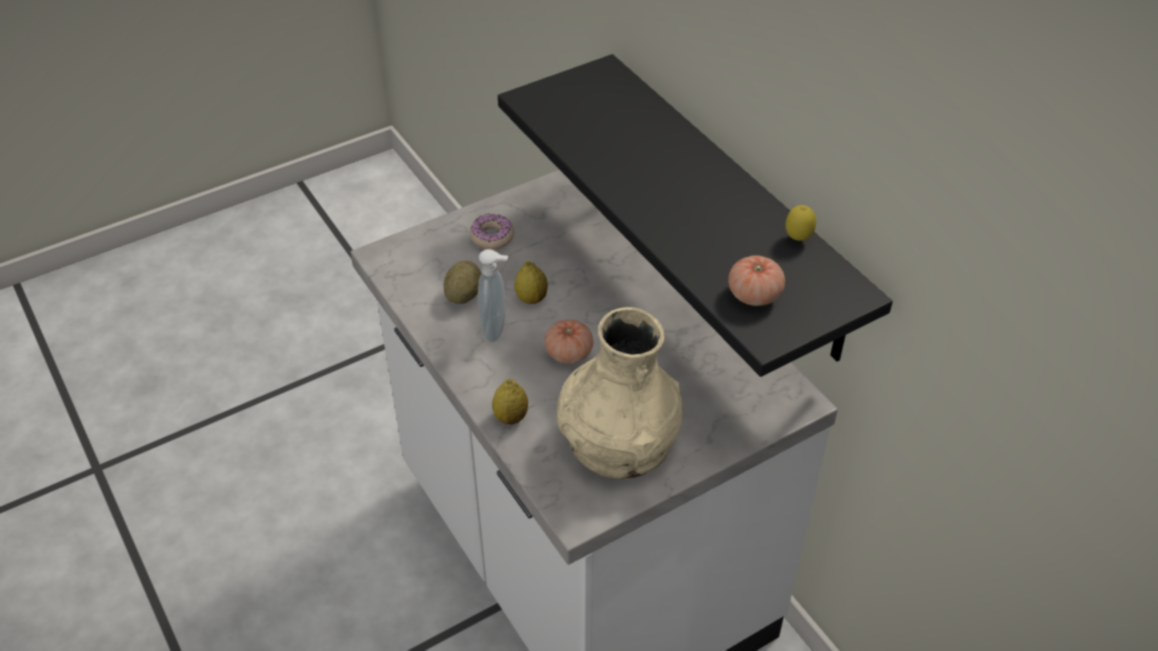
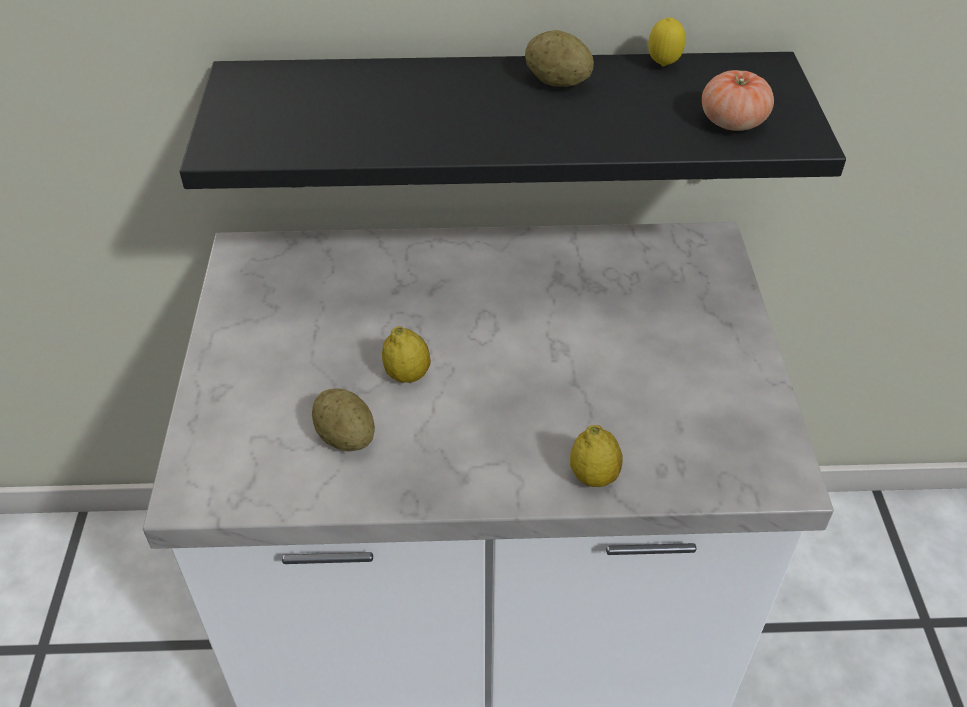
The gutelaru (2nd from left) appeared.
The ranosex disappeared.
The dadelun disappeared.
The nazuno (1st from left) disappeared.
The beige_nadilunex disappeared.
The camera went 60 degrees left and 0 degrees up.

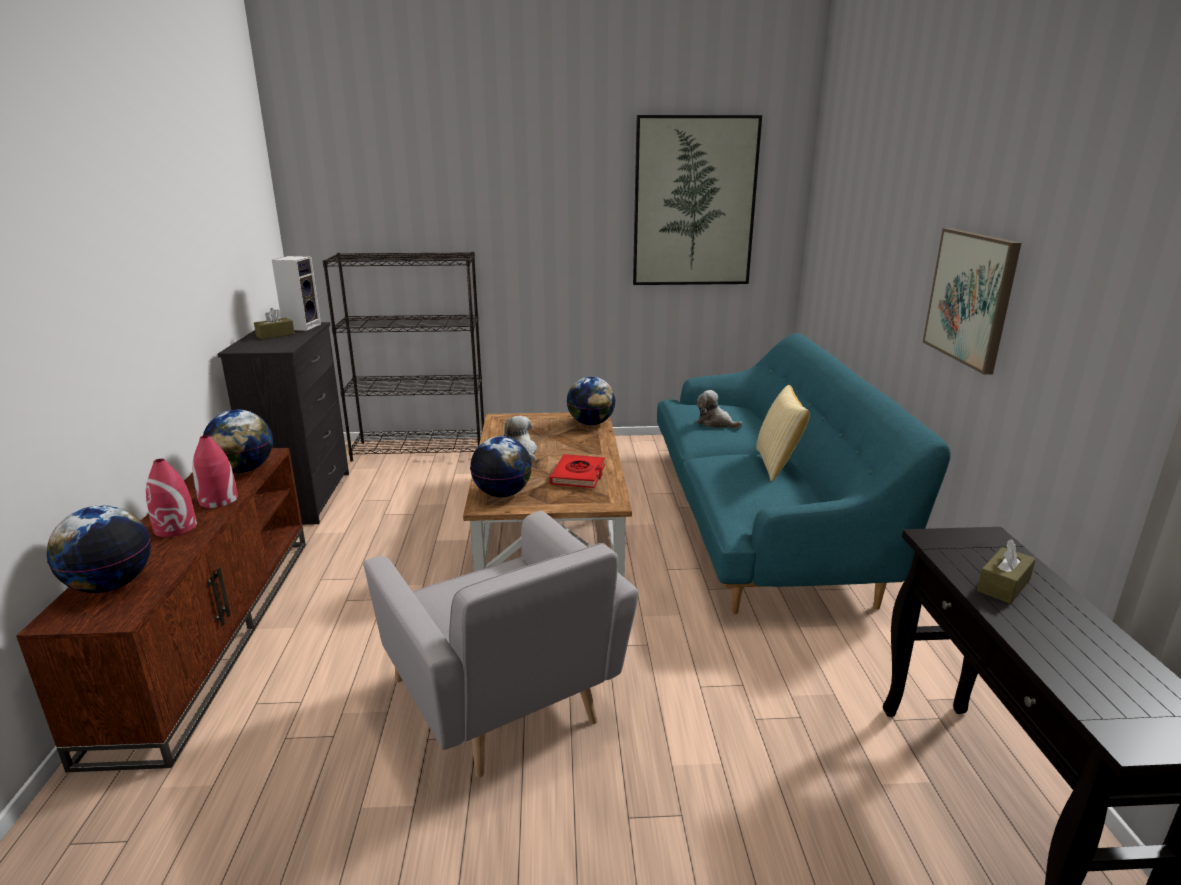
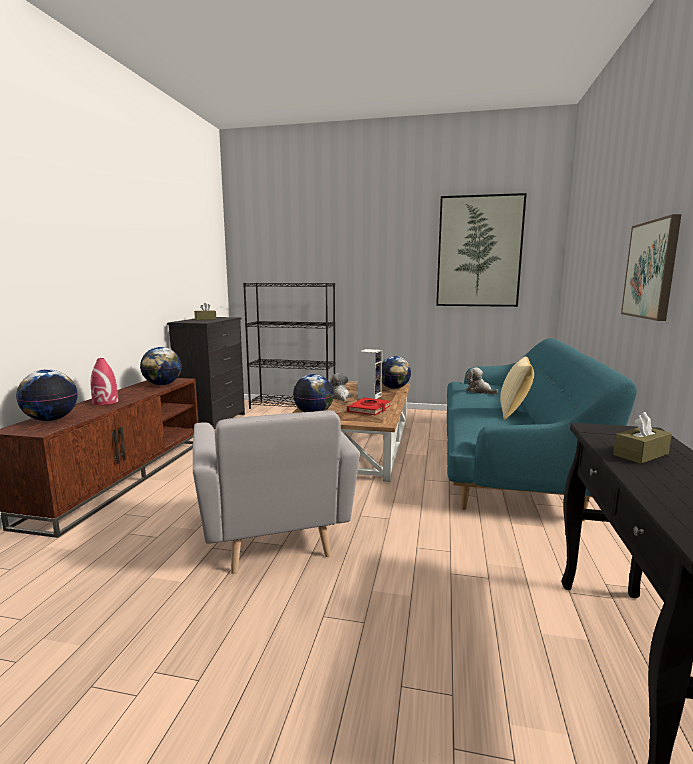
The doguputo moved.
The red_nadilunex (2nd from left) disappeared.
The camera went 15 degrees right and 10 degrees down.

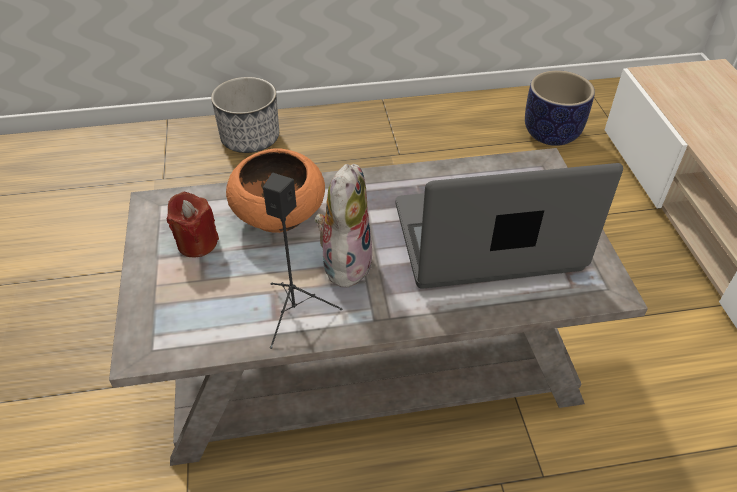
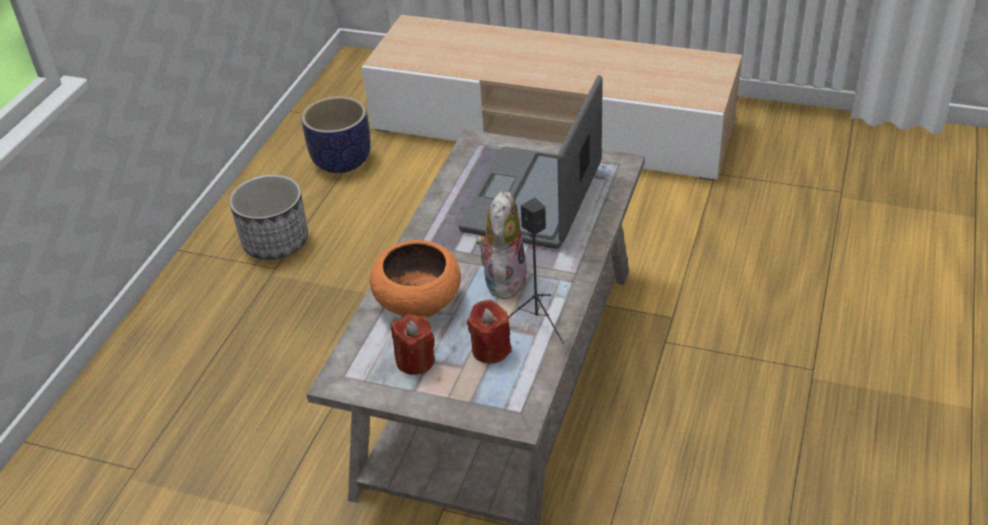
The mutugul (1st from left) moved.
The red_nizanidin (2nd from left) appeared.
The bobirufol turned 60 degrees clockwise.
The camera went 60 degrees left and 5 degrees down.

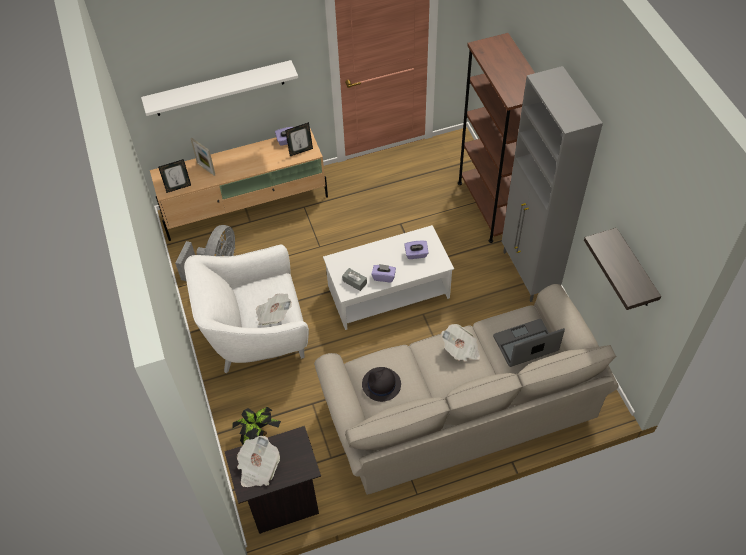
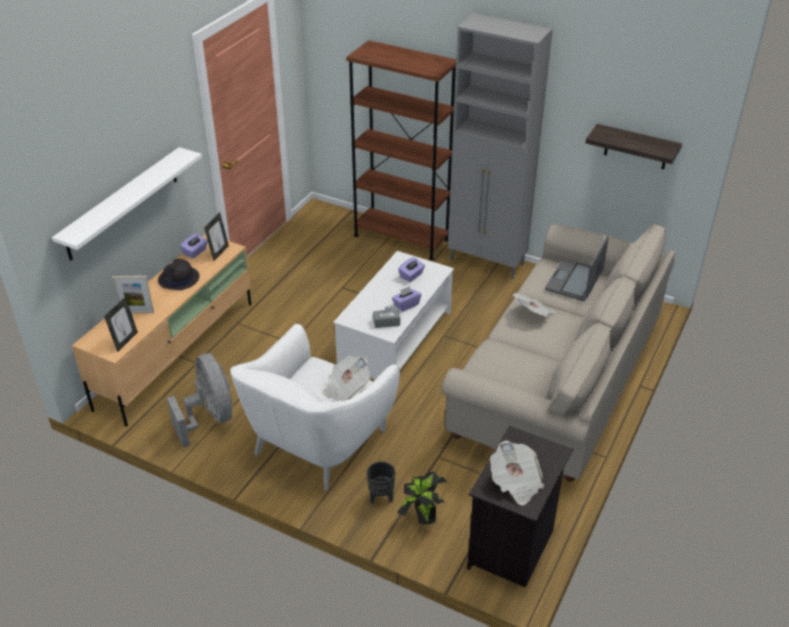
The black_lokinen moved.
The black_mutugul appeared.
The camera went 45 degrees left and 15 degrees down.

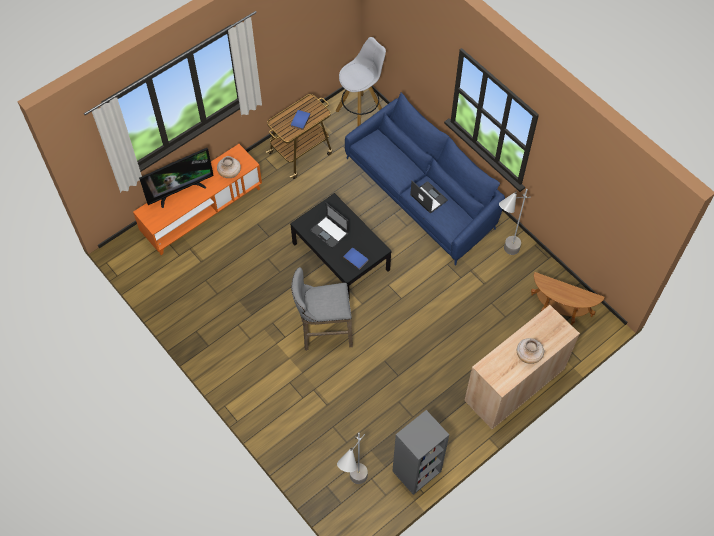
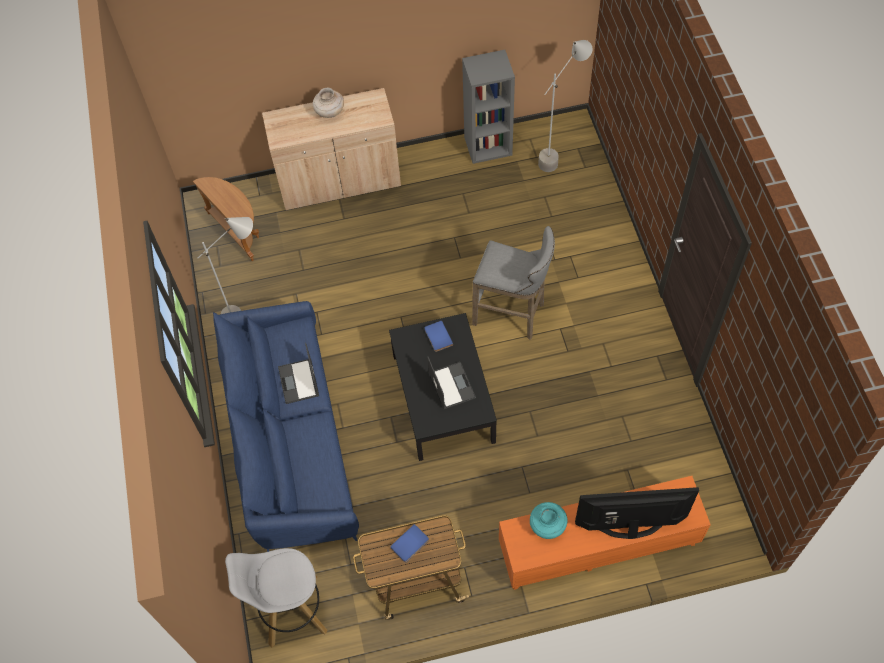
The beige_nadilunex (1st from left) became the turquoise_nadilunex.
The camera went 150 degrees left and 0 degrees up.

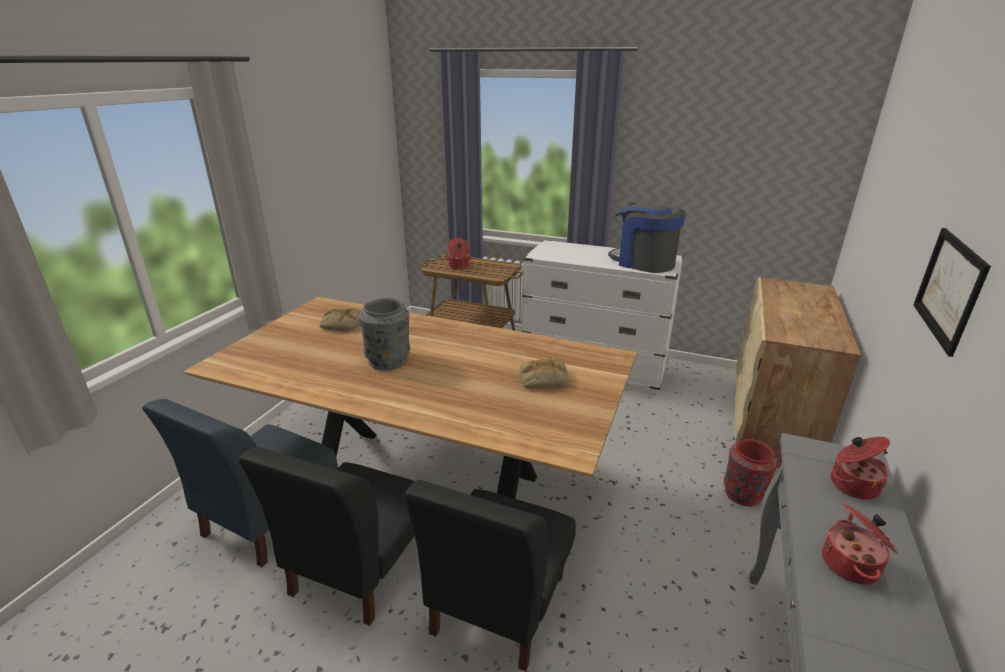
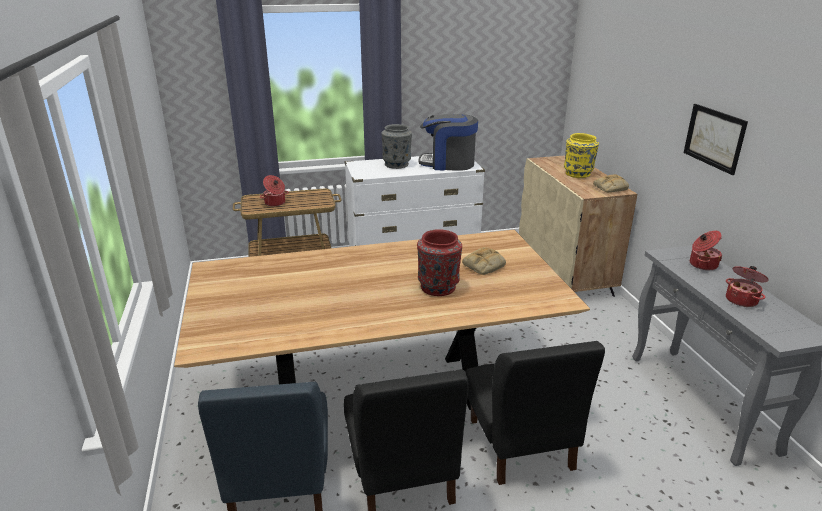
The grey_nadilunex moved.
The red_nadilunex moved.
The yellow_nadilunex appeared.
The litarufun (1st from left in the first image) moved.
The camera went 35 degrees left and 0 degrees up.

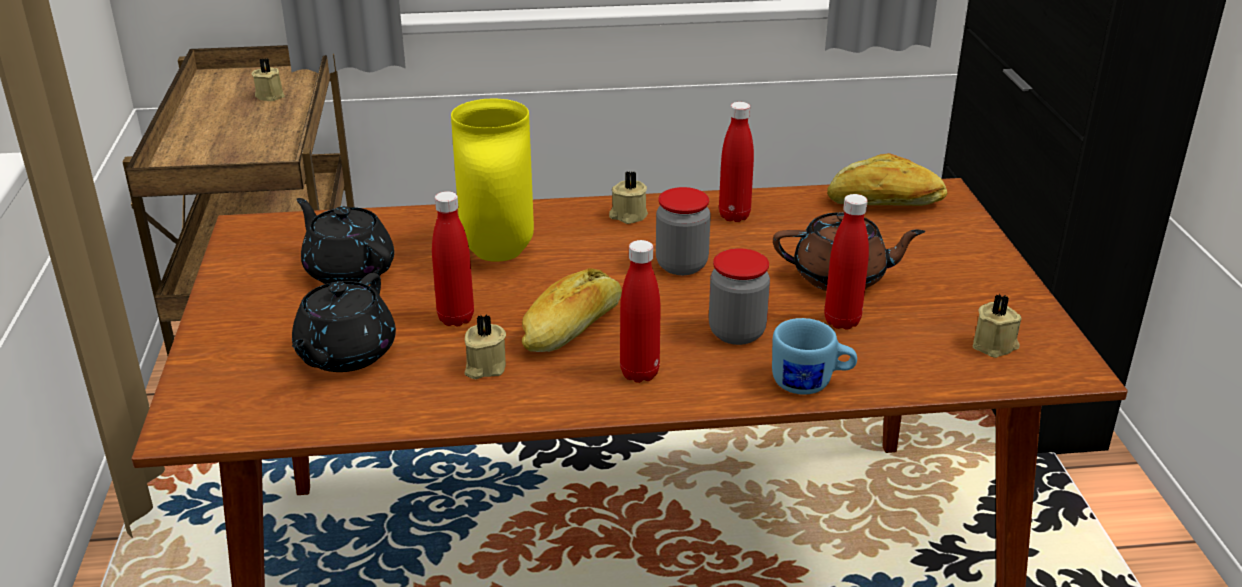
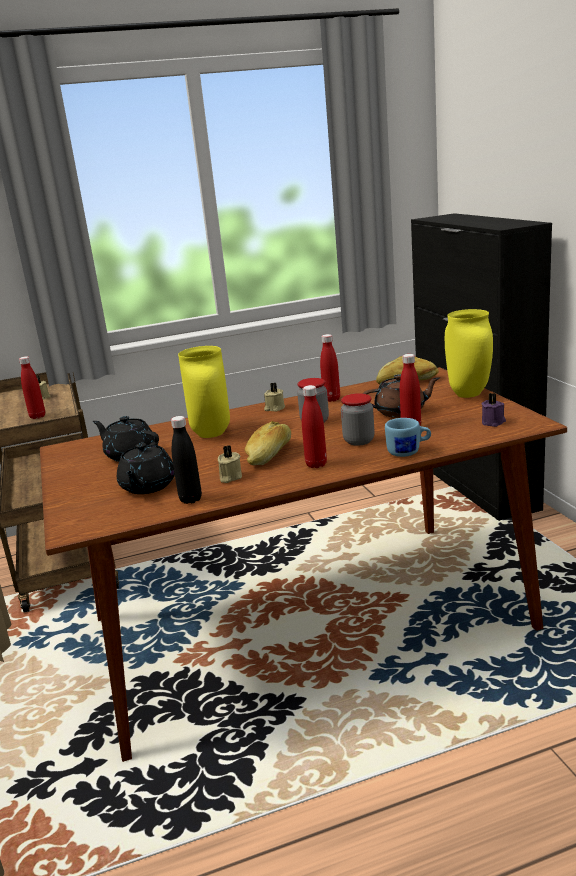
The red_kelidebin (1st from left) moved.
The black_kelidebin appeared.
The yellow_nadilunex (2nd from left) appeared.
The beige_nizanidin (4th from left) became the purple_nizanidin.
The camera went 10 degrees left and 10 degrees down.

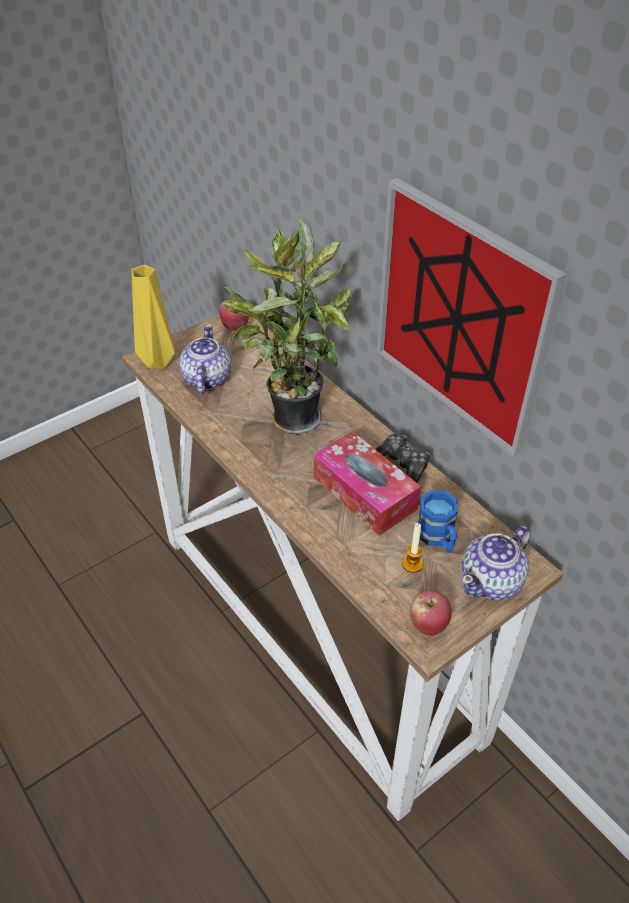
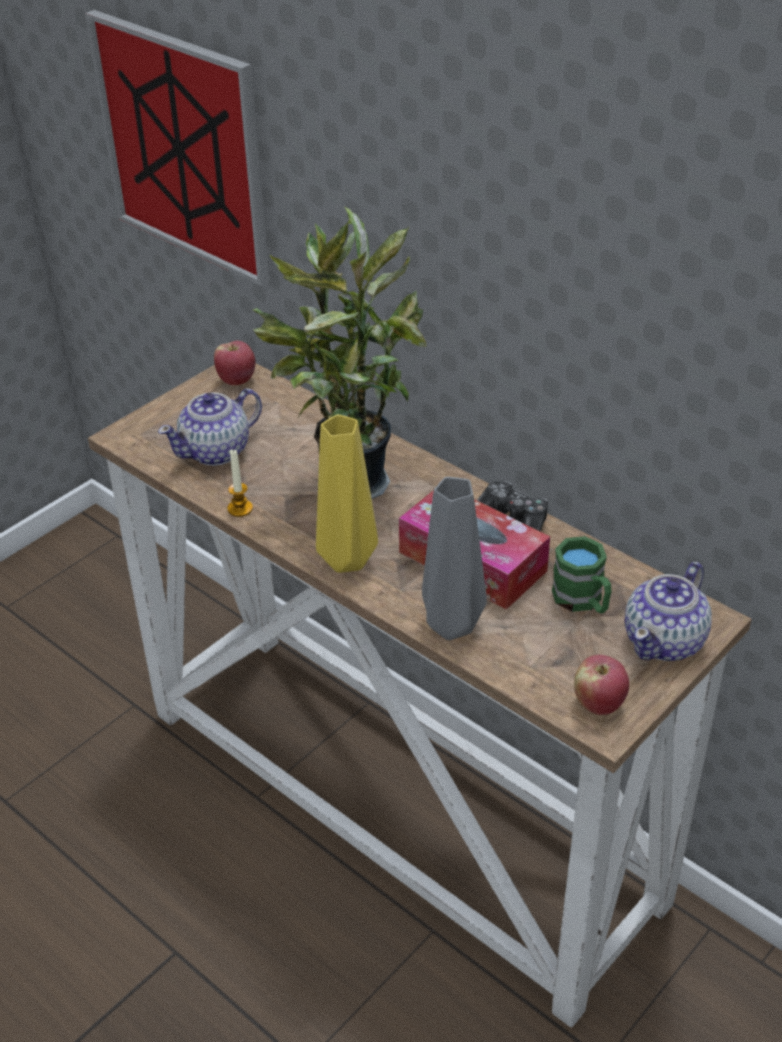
The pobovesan moved.
The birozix (1st from left) turned 120 degrees counterclockwise.
The nizanidin moved.
The yellow_nadilunex moved.
The grey_nadilunex appeared.
The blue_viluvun became the green_viluvun.
The camera went 10 degrees left and 5 degrees down.

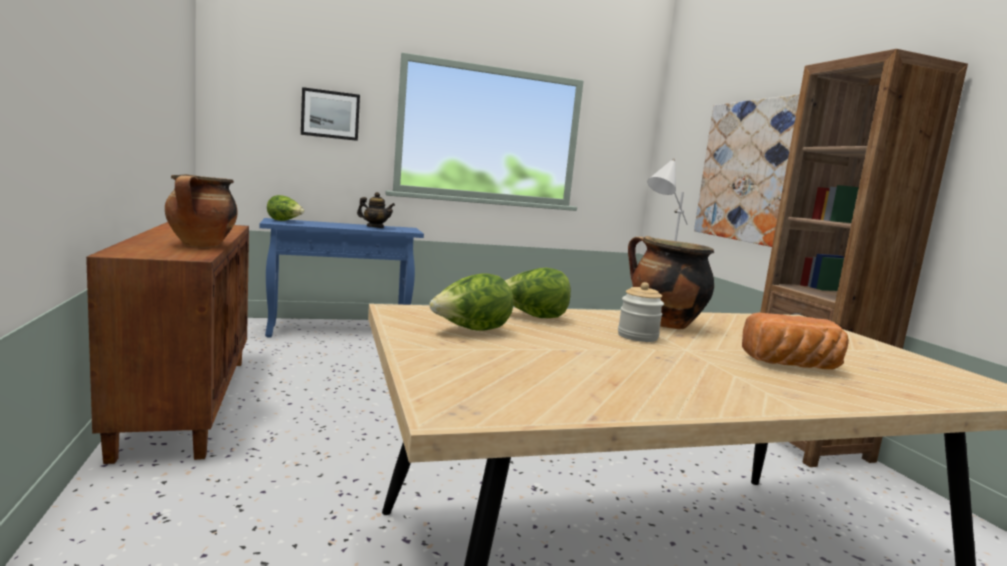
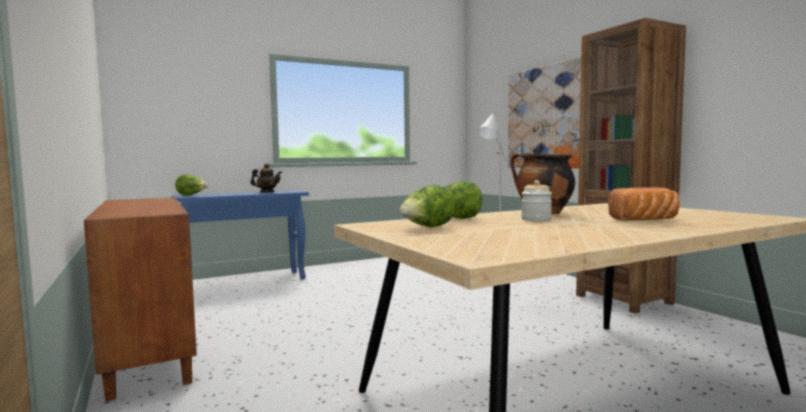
The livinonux (1st from left) disappeared.
The pobovesan (1st from left) disappeared.
The camera went 10 degrees left and 5 degrees down.

